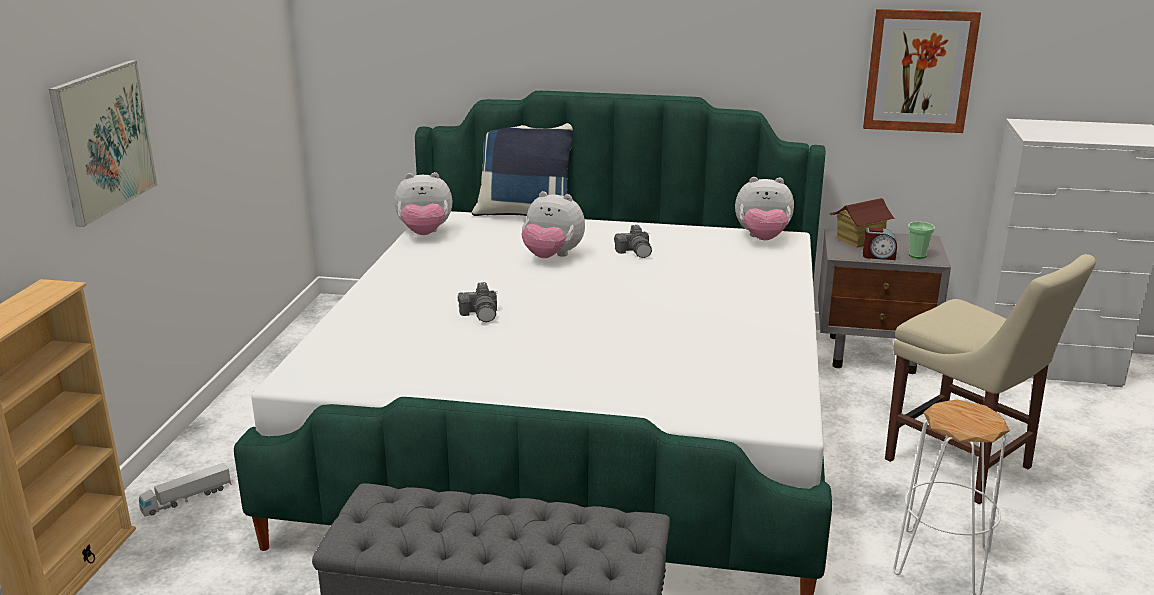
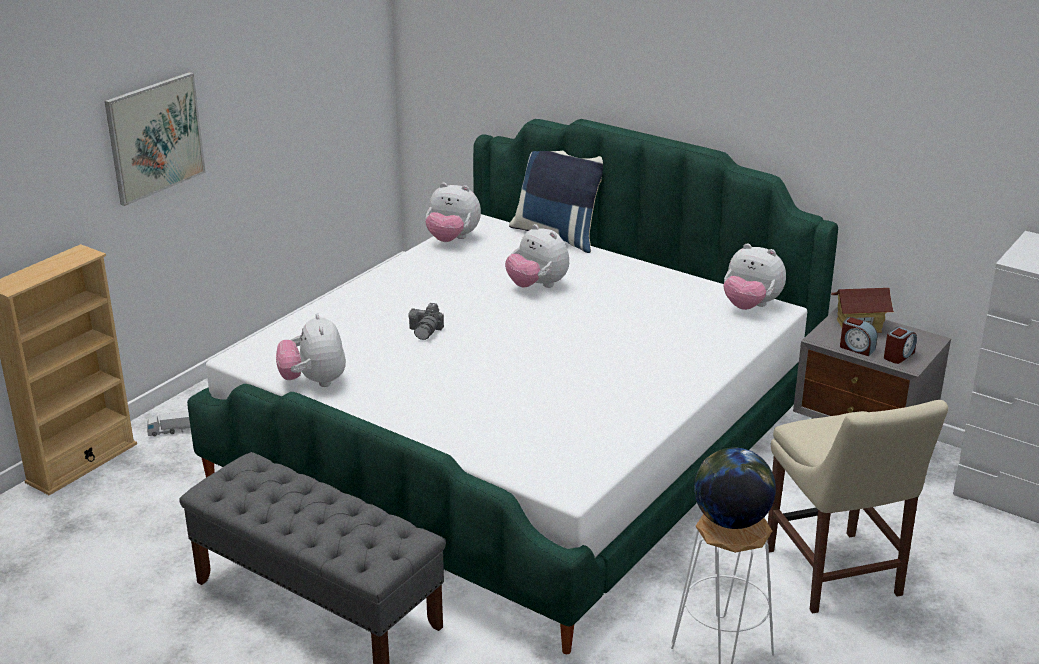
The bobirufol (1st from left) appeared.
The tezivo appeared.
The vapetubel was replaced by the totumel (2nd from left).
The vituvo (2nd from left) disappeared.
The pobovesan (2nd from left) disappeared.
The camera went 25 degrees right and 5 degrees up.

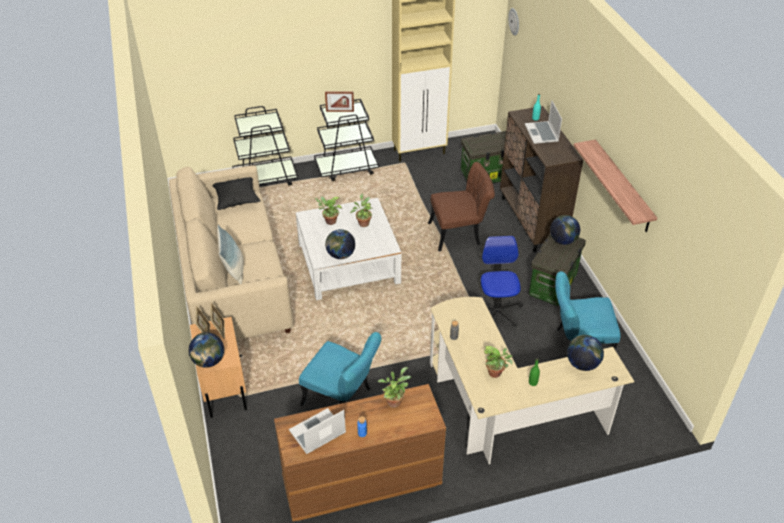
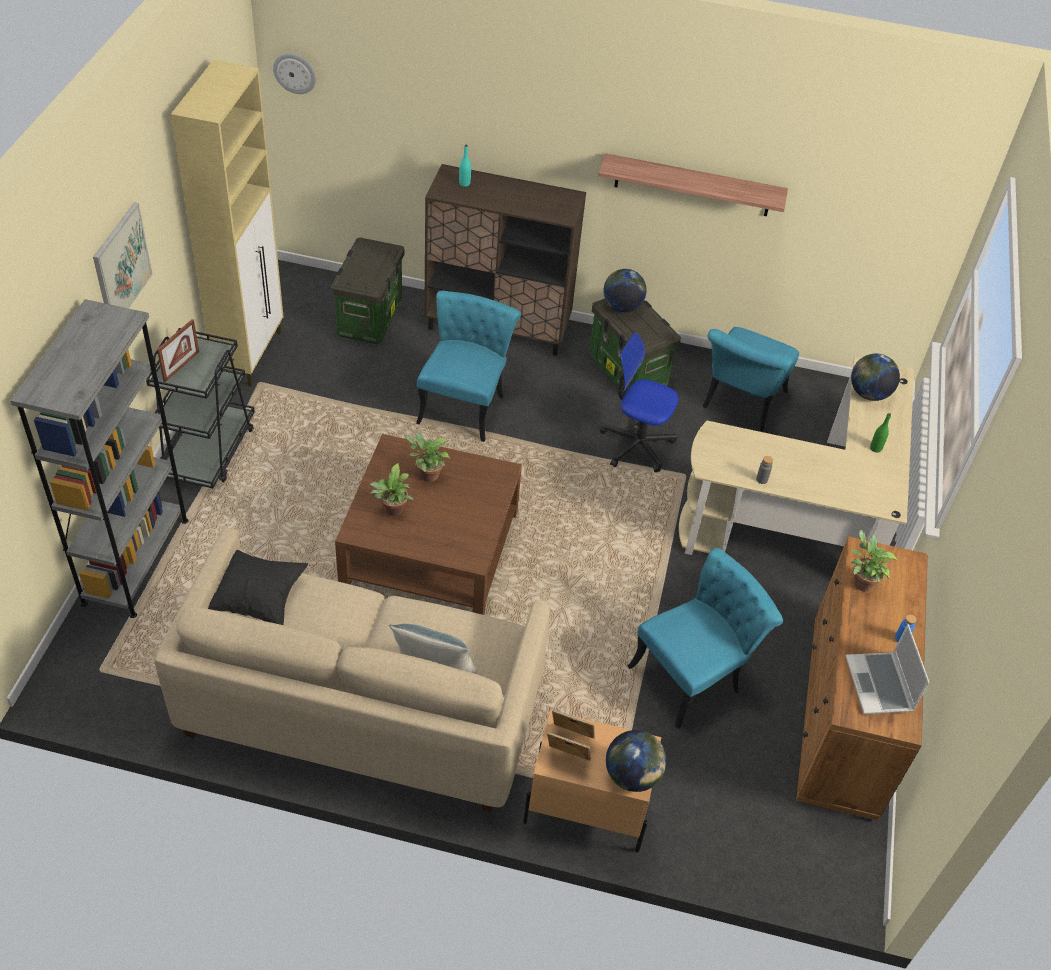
The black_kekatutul (1st from left) was replaced by the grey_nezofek.
The pobovesan appeared.
The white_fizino became the brown_fizino.
The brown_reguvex became the turquoise_reguvex (1st from left).
The tezivo (2nd from left) disappeared.
The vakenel (4th from left) disappeared.
The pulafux (2nd from left) disappeared.
The camera went 65 degrees left and 5 degrees up.

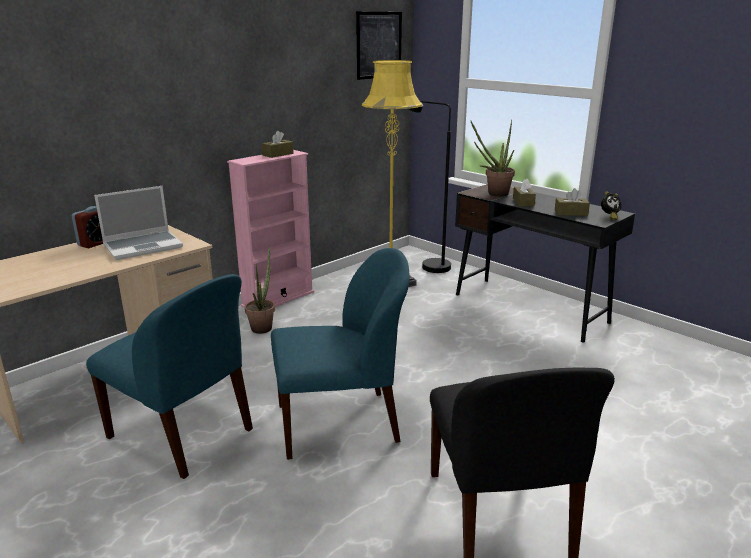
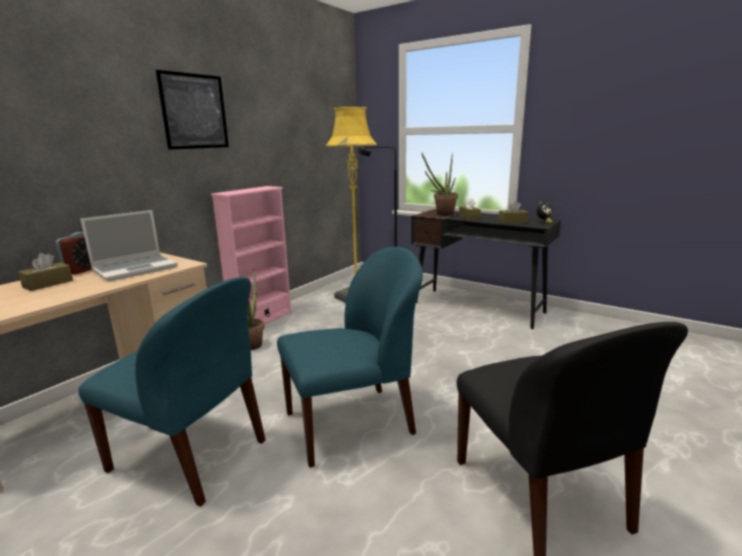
The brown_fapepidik (1st from left) moved.
The pobovesan moved.
The camera went 10 degrees left and 5 degrees down.

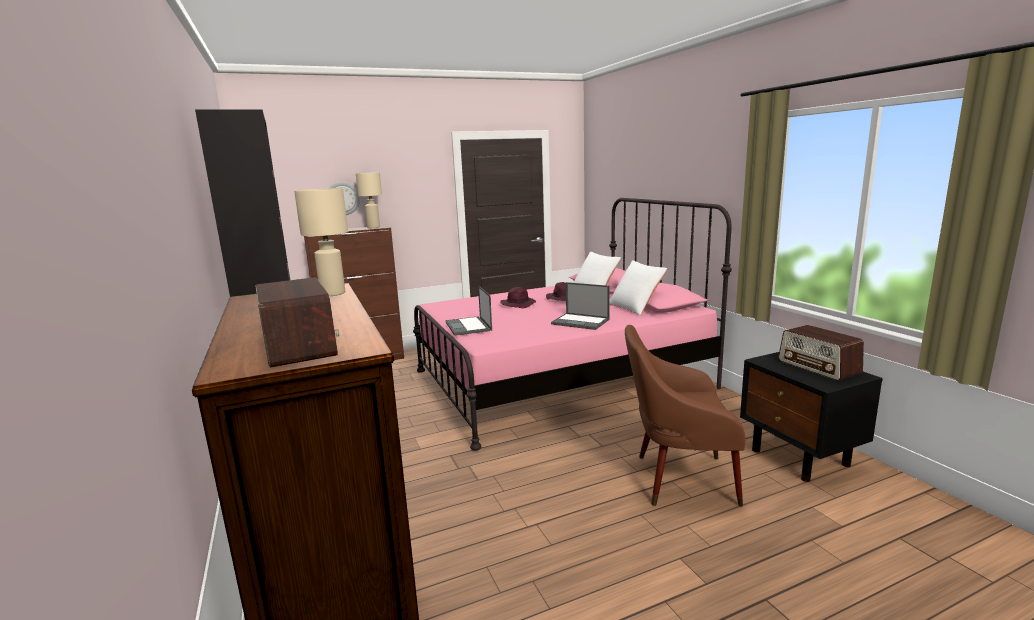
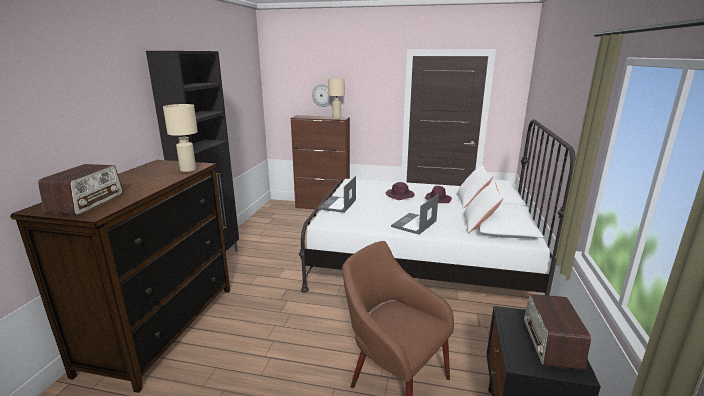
The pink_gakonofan became the white_gakonofan.
The pulafux (2nd from left) turned 60 degrees clockwise.
The camera went 35 degrees right and 5 degrees up.

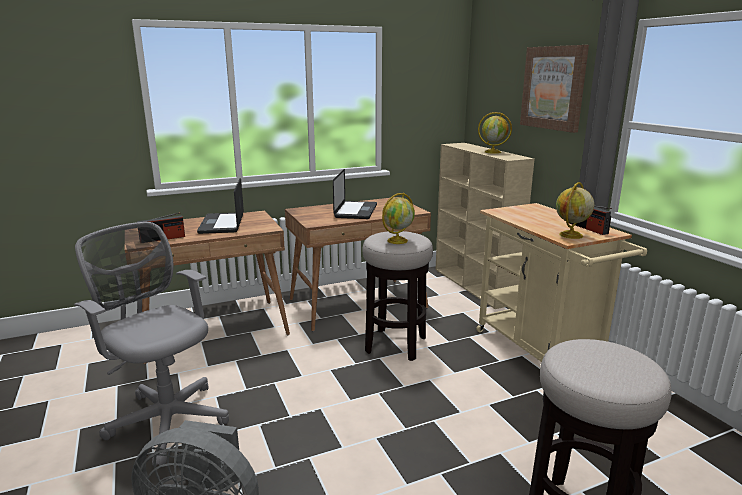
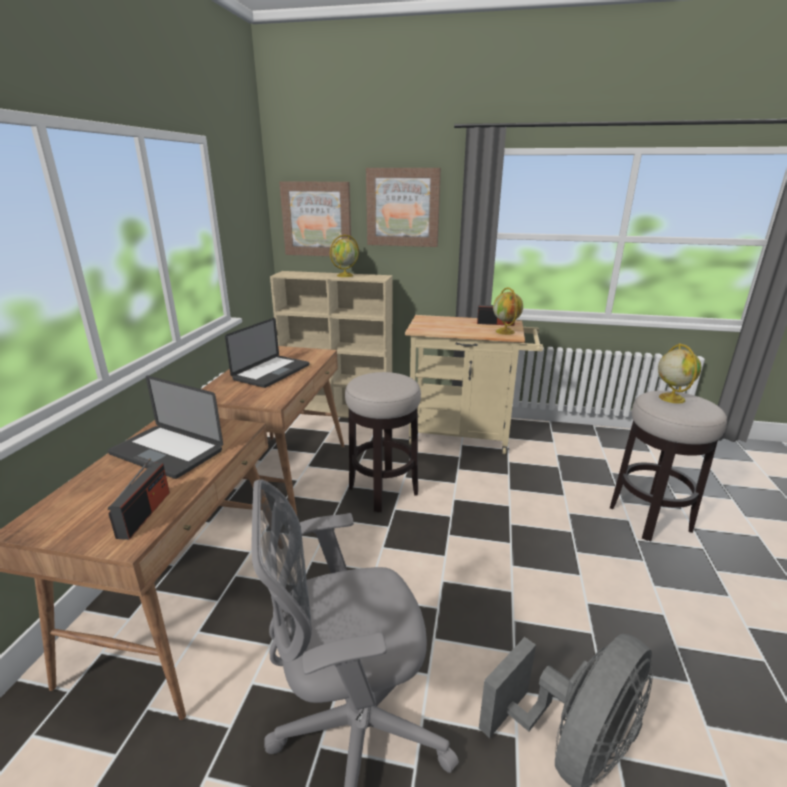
The pulafux (2nd from left) turned 75 degrees clockwise.
The pobovesan (1st from left) appeared.
The tezivo (1st from left in the first image) moved.
The camera went 55 degrees left and 5 degrees up.

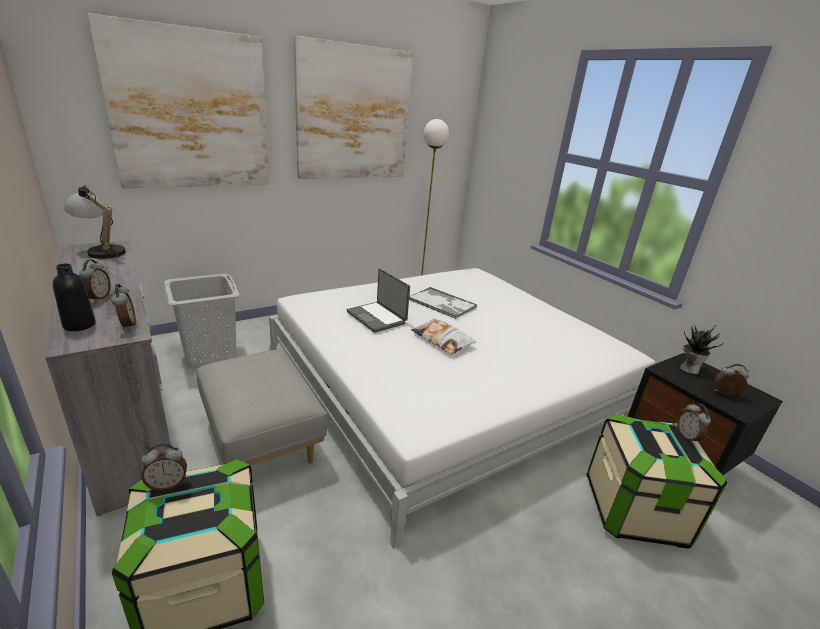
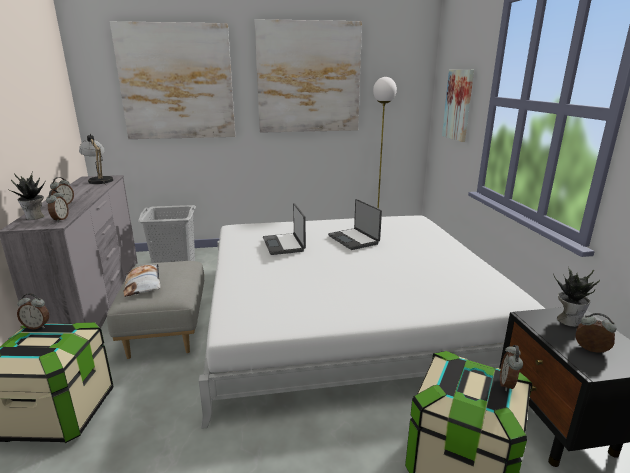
The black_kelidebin was replaced by the vakenel (1st from left).
The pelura moved.
The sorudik was replaced by the pulafux (2nd from left).
The pobovesan (3rd from left) appeared.
The camera went 25 degrees right and 5 degrees down.

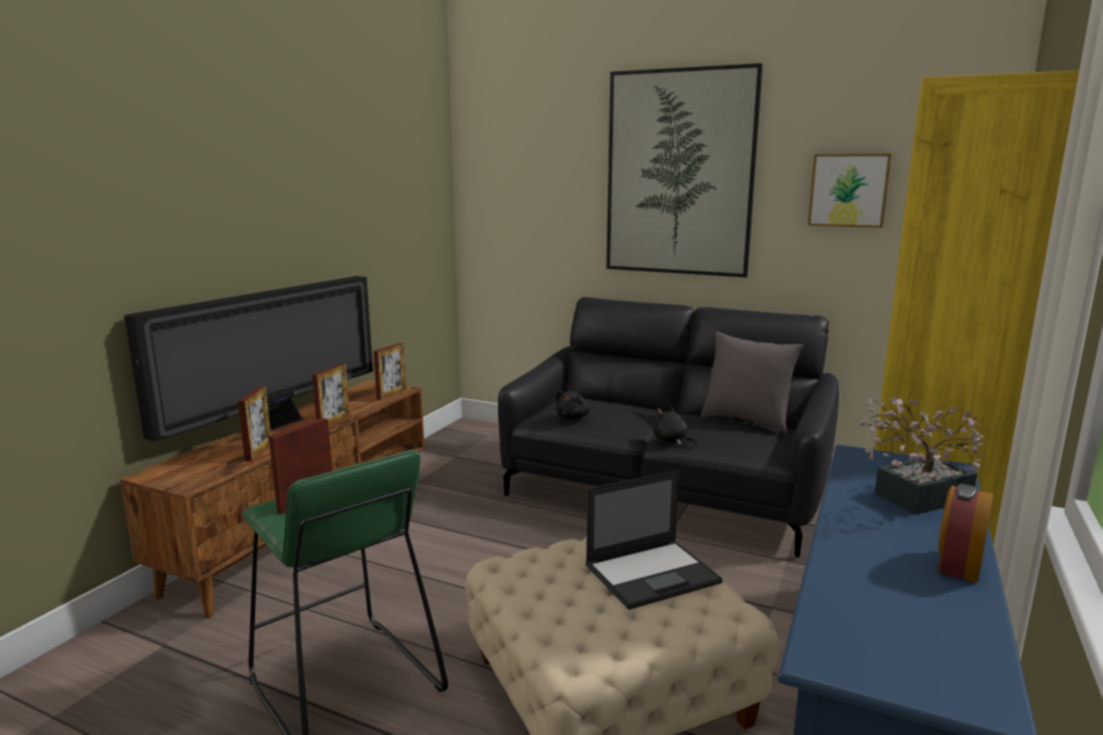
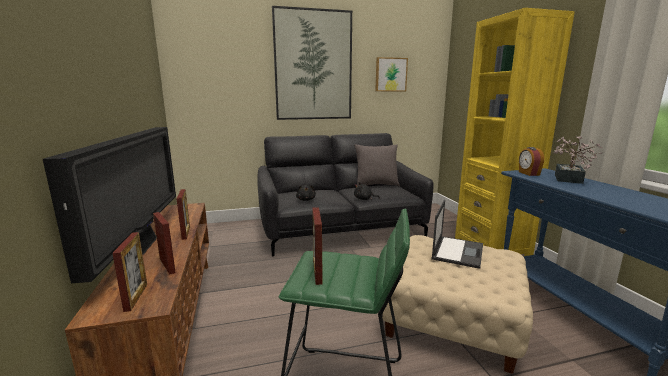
The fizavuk (4th from left in the first image) moved.
The totumel moved.
The camera went 40 degrees left and 0 degrees up.

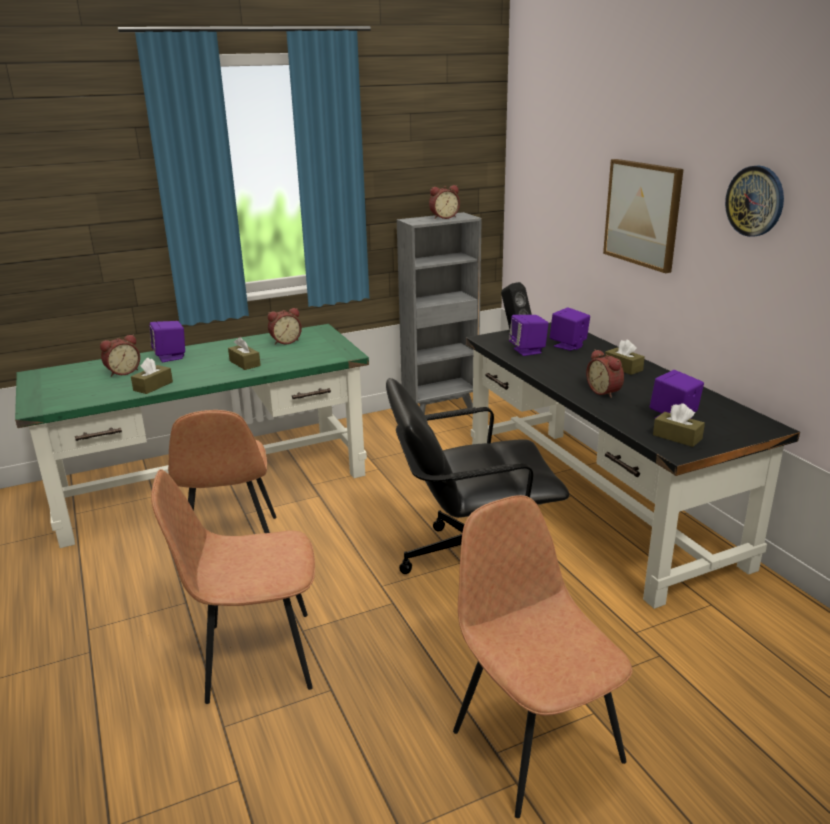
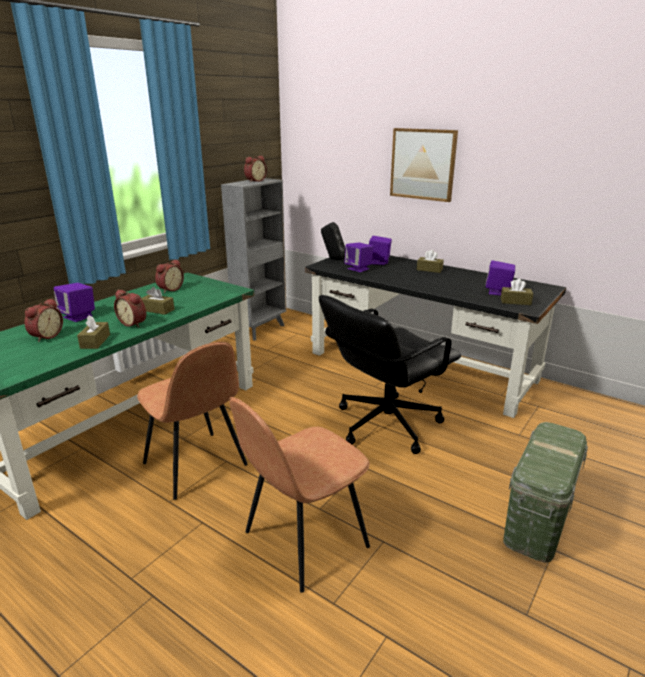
The totumel (4th from left in the first image) moved.
The brown_reguvex (3rd from left) was replaced by the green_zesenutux.
The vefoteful disappeared.
The camera went 30 degrees left and 0 degrees up.

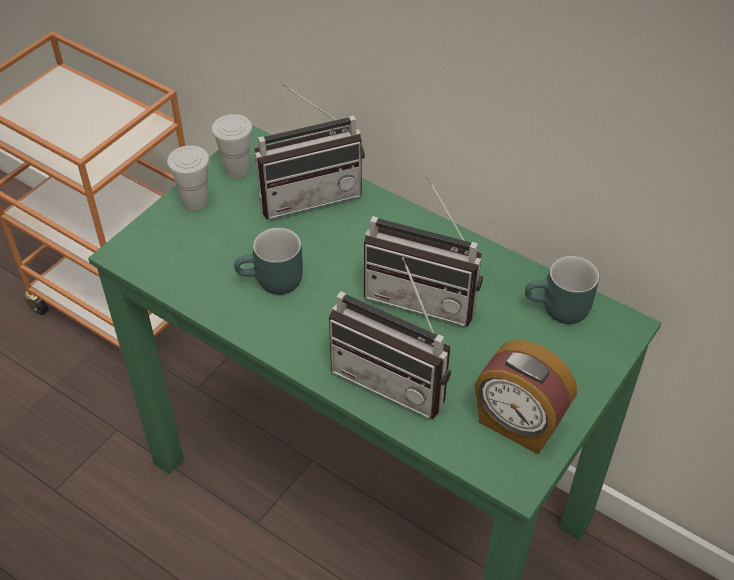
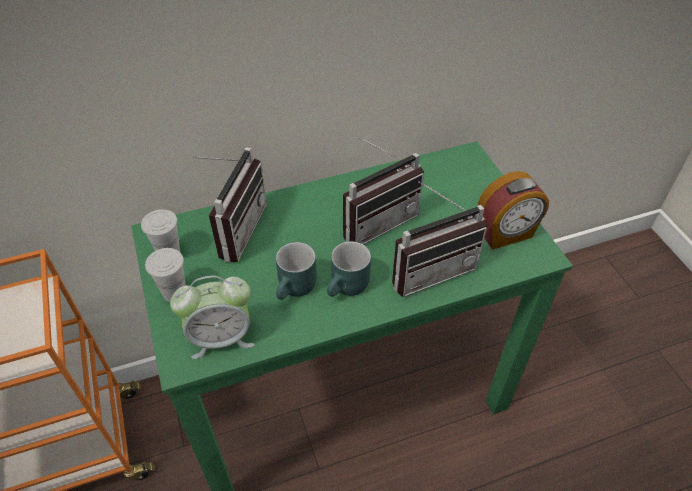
The totumel (1st from left) appeared.
The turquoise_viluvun (2nd from left) moved.
The camera went 55 degrees left and 0 degrees up.

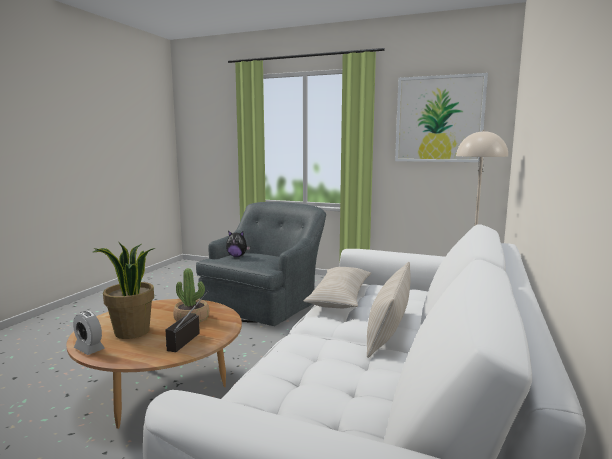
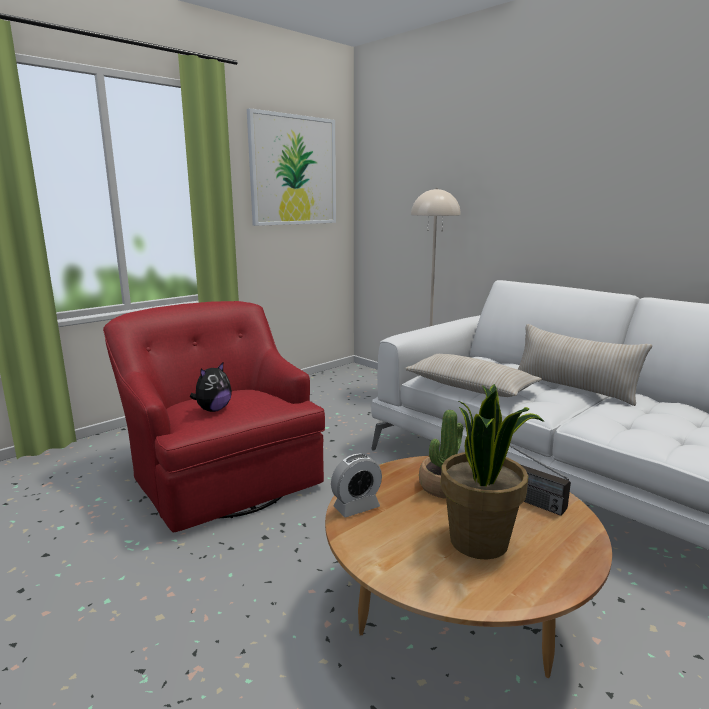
The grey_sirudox became the red_sirudox.
The totumel moved.
The camera went 65 degrees left and 5 degrees up.

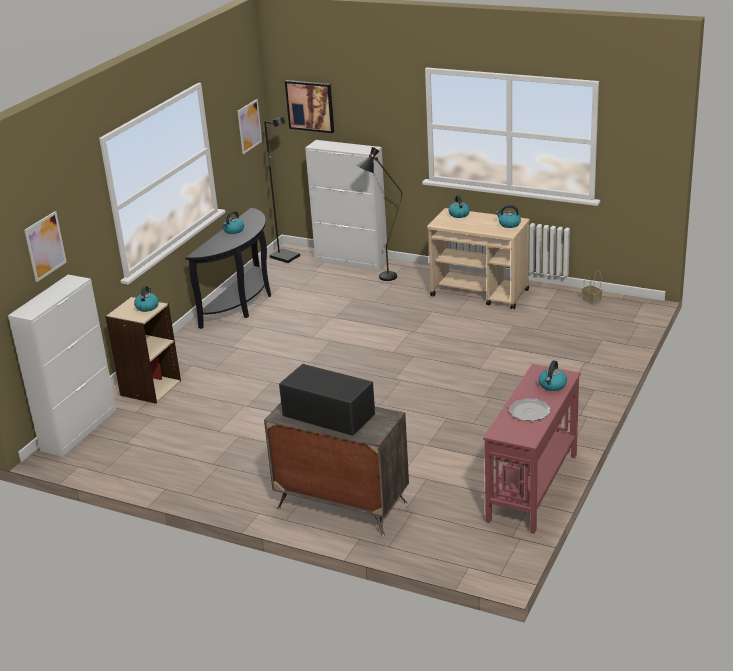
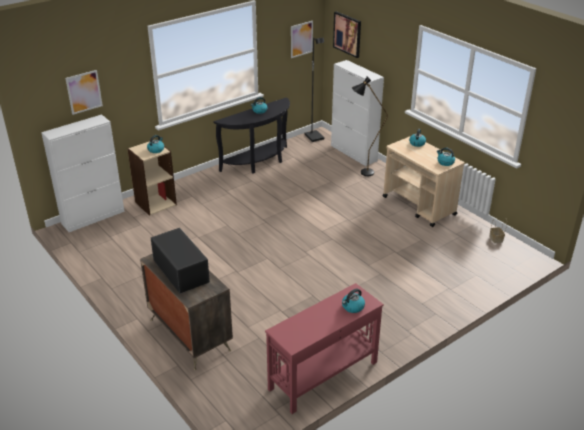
The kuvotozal disappeared.
The camera went 25 degrees right and 5 degrees up.

